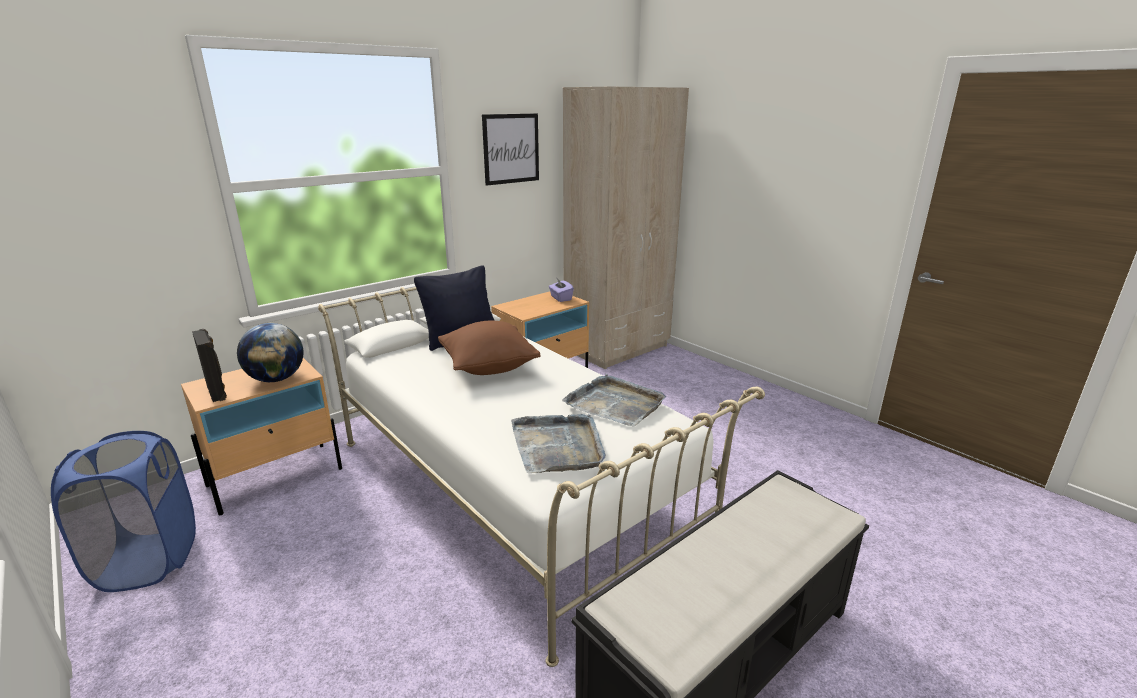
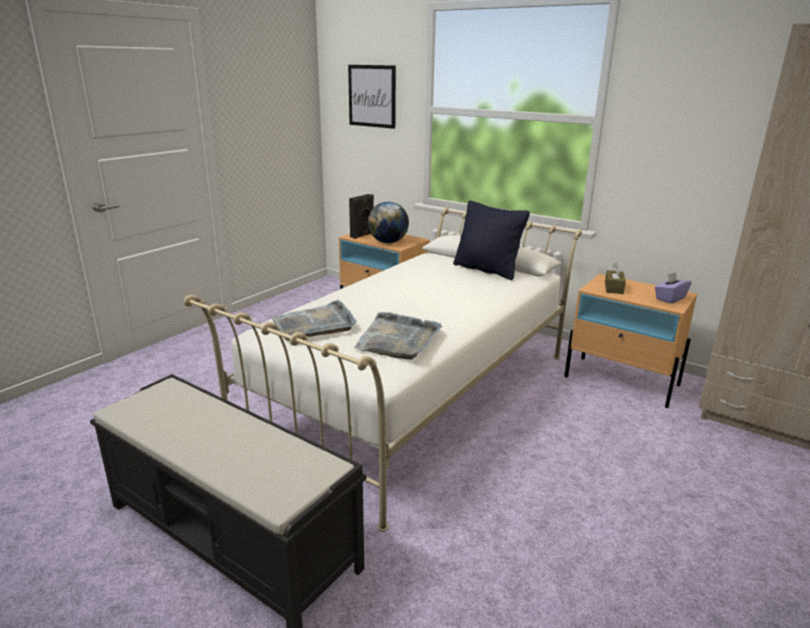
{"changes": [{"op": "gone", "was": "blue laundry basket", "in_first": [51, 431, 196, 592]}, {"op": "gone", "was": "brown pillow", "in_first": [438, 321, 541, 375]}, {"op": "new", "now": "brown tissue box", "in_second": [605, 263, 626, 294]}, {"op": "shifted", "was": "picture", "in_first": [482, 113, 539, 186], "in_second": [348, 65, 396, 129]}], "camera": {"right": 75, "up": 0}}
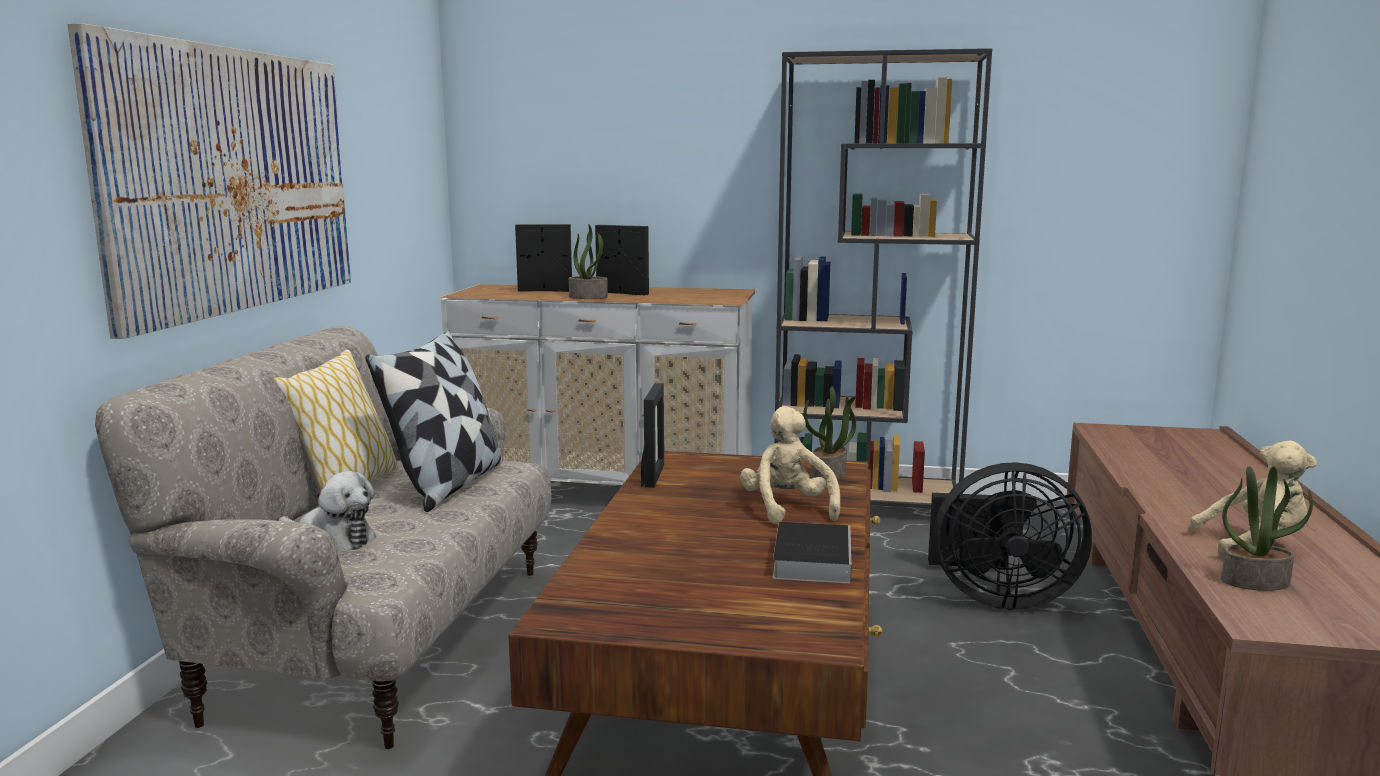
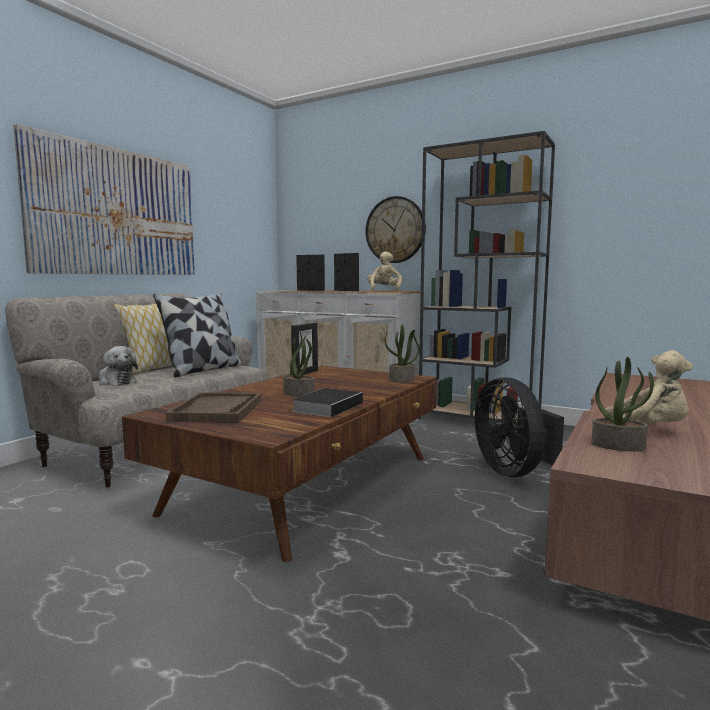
{"changes": [{"op": "new", "now": "brown tray", "in_second": [166, 392, 261, 423]}, {"op": "new", "now": "wall clock", "in_second": [366, 196, 426, 263]}, {"op": "shifted", "was": "potted plant", "in_first": [569, 224, 608, 299], "in_second": [283, 332, 314, 397]}, {"op": "shifted", "was": "beige plush toy", "in_first": [740, 406, 840, 524], "in_second": [367, 251, 402, 292]}, {"op": "rotated", "was": "black fan", "in_first": [928, 462, 1092, 610], "in_second": [475, 377, 564, 477], "clockwise": 45}], "camera": {"right": 20, "up": -5}}
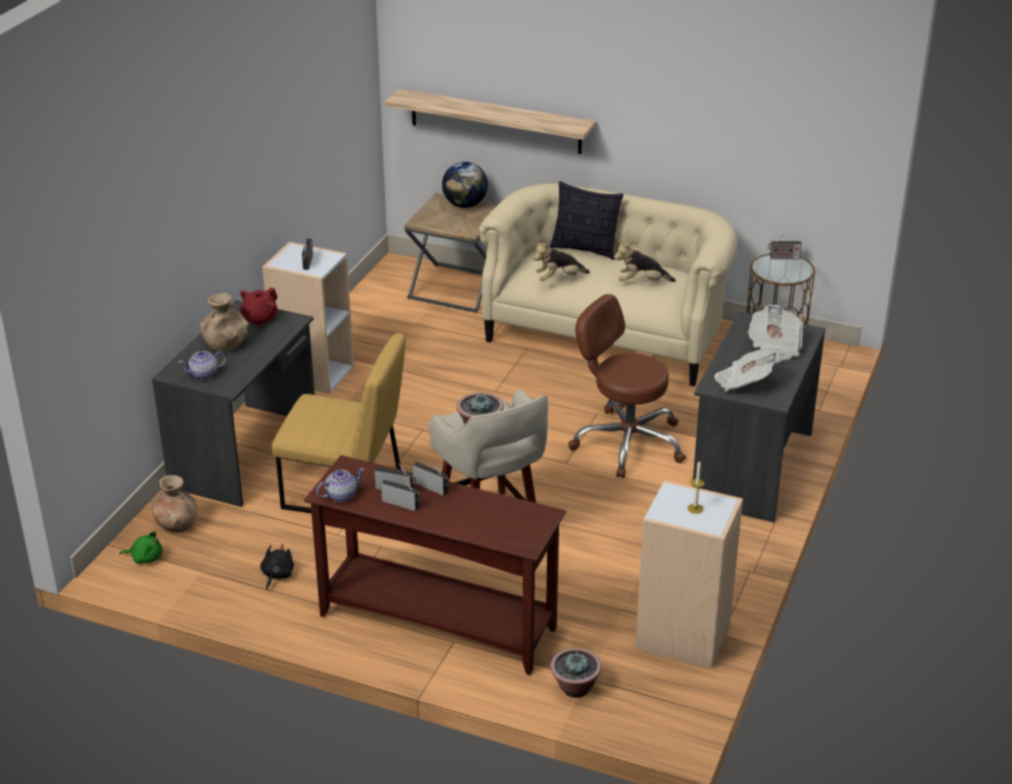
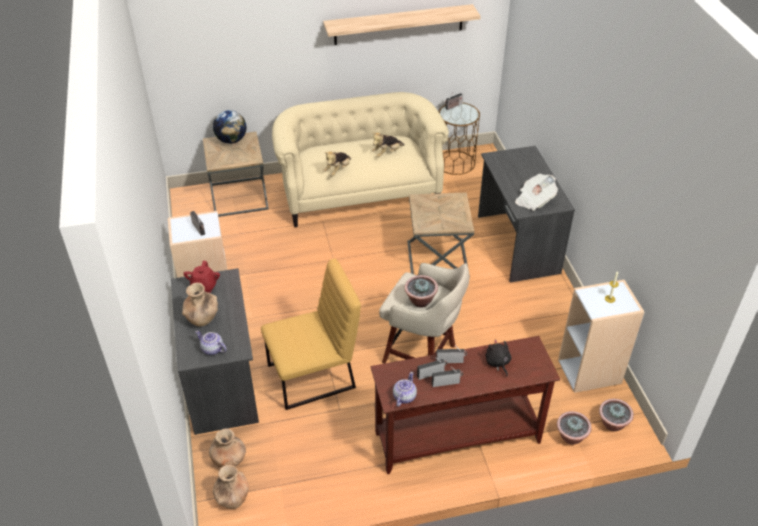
{"changes": [{"op": "gone", "was": "pillow", "in_first": [550, 181, 623, 260]}, {"op": "gone", "was": "newspaper", "in_first": [747, 305, 803, 364]}, {"op": "new", "now": "potted plant", "in_second": [599, 399, 634, 431]}, {"op": "shifted", "was": "black plush toy", "in_first": [260, 544, 294, 590], "in_second": [486, 339, 511, 377]}, {"op": "shifted", "was": "shelf", "in_first": [385, 89, 596, 154], "in_second": [323, 4, 481, 45]}, {"op": "swapped", "was": "green plush toy", "now": "brown vase", "in_first": [119, 531, 163, 564], "in_second": [213, 465, 249, 509]}, {"op": "swapped", "was": "brown office chair", "now": "brown side table", "in_first": [568, 294, 686, 478], "in_second": [407, 193, 474, 278]}, {"op": "rotated", "was": "teapot", "in_first": [178, 350, 226, 380], "in_second": [195, 331, 227, 355], "clockwise": 90}], "camera": {"right": -35, "up": 10}}
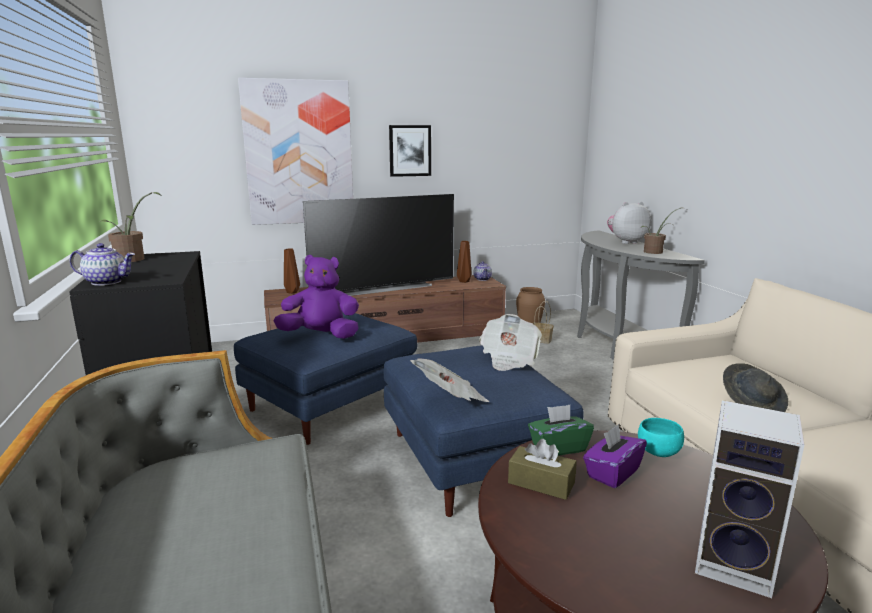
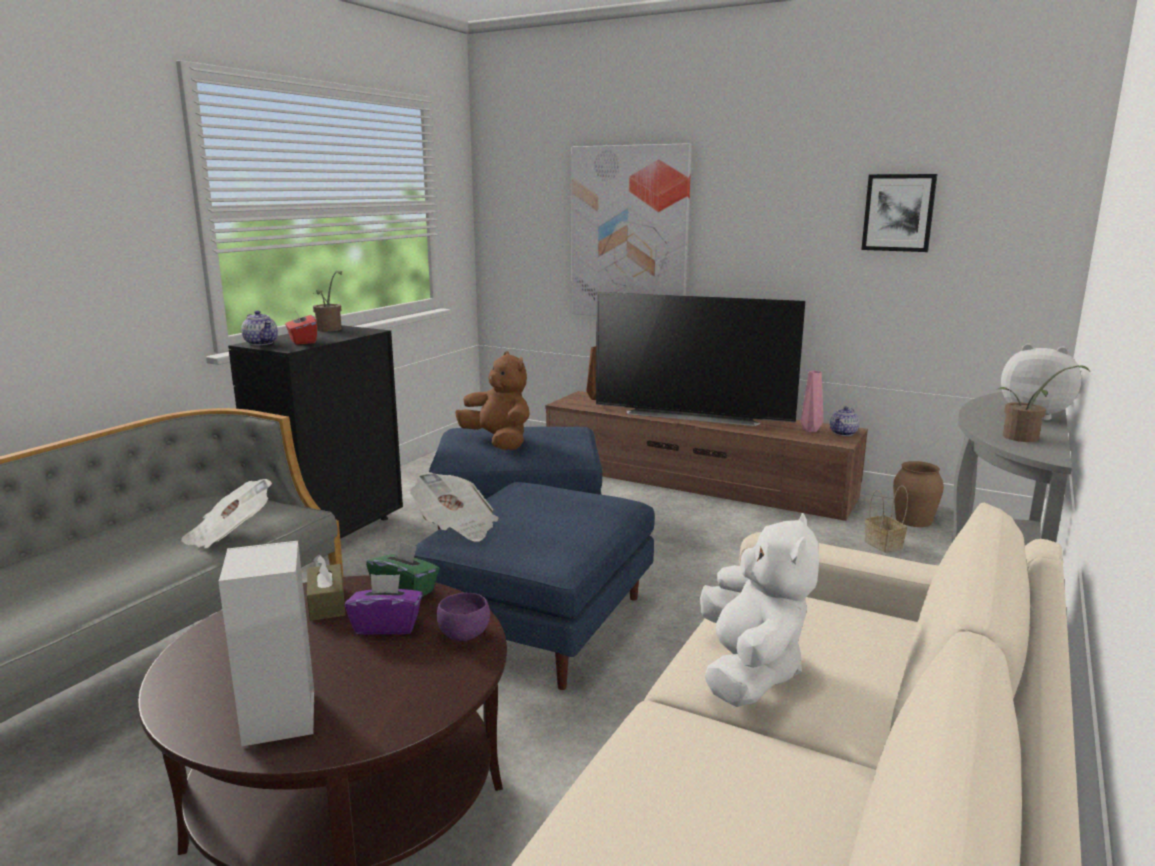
{"changes": [{"op": "new", "now": "red tissue box", "in_second": [285, 308, 317, 344]}, {"op": "shifted", "was": "picture", "in_first": [389, 125, 431, 177], "in_second": [861, 174, 937, 252]}, {"op": "shifted", "was": "newspaper", "in_first": [479, 314, 542, 371], "in_second": [181, 479, 272, 549]}, {"op": "swapped", "was": "grey hat", "now": "white plush toy", "in_first": [723, 363, 788, 412], "in_second": [700, 513, 819, 707]}, {"op": "repainted", "was": "purple plush toy", "now": "brown plush toy", "in_first": [273, 255, 359, 339], "in_second": [455, 351, 530, 450]}, {"op": "repainted", "was": "brown vase", "now": "pink vase", "in_first": [457, 241, 471, 283], "in_second": [801, 371, 823, 432]}, {"op": "repainted", "was": "turquoise bowl", "now": "purple bowl", "in_first": [638, 418, 684, 457], "in_second": [437, 593, 490, 641]}], "camera": {"right": 45, "up": 0}}
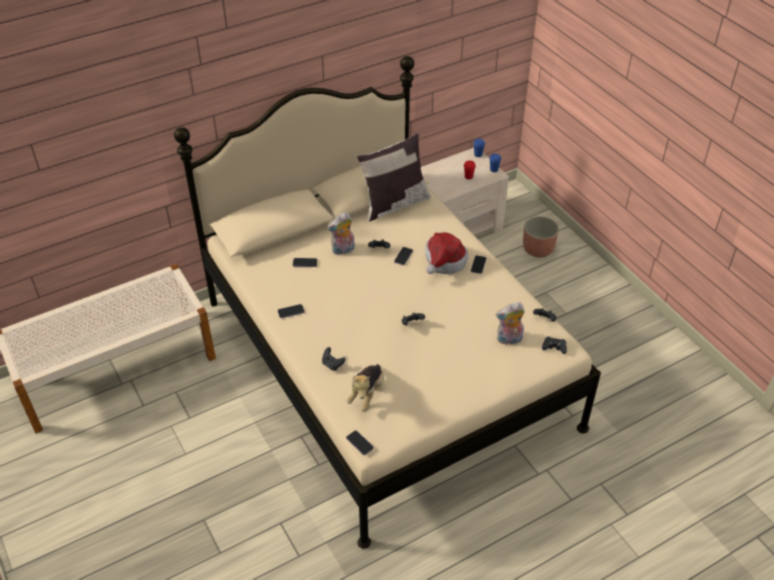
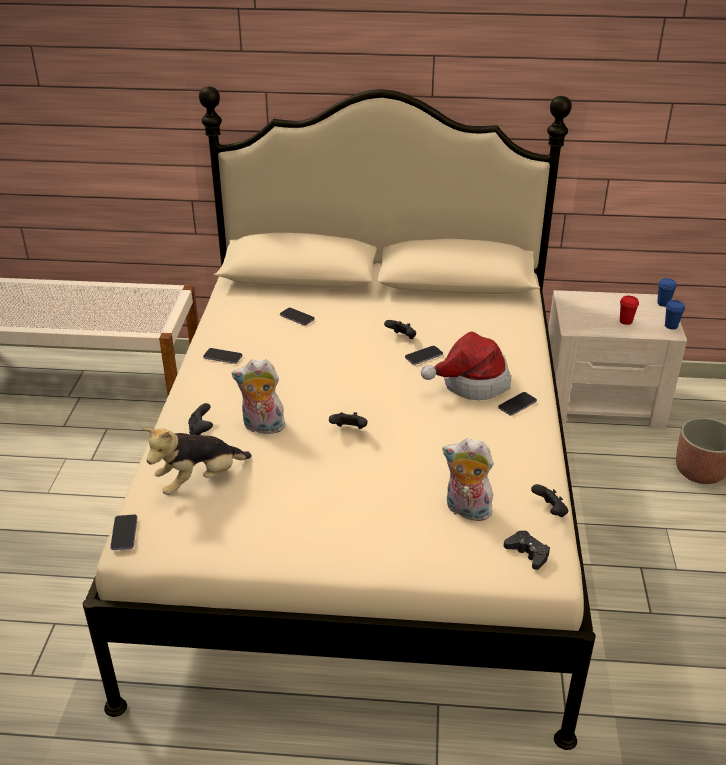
{"changes": [{"op": "gone", "was": "pillow", "in_first": [357, 133, 431, 221]}, {"op": "shifted", "was": "plush toy", "in_first": [327, 212, 355, 255], "in_second": [232, 359, 285, 434]}], "camera": {"right": 35, "up": -10}}
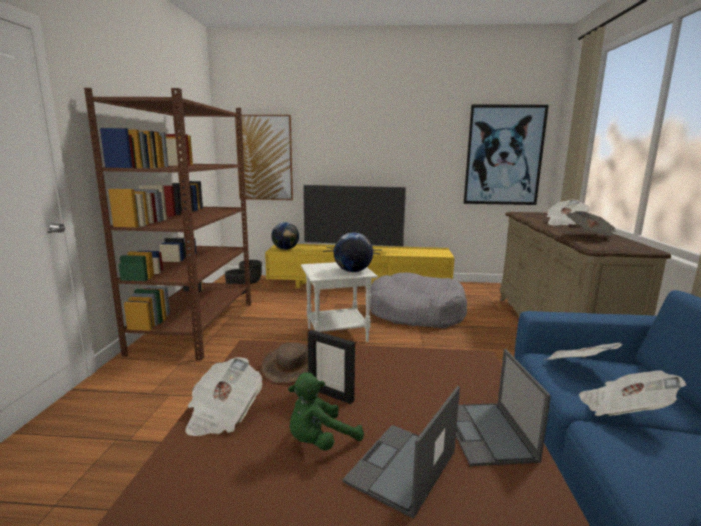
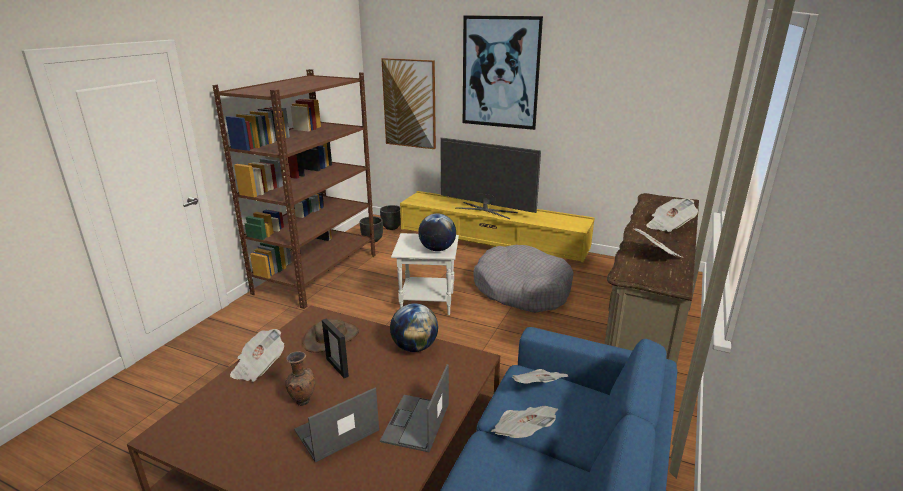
{"changes": [{"op": "shifted", "was": "globe", "in_first": [271, 222, 299, 250], "in_second": [390, 303, 438, 352]}, {"op": "shifted", "was": "picture", "in_first": [464, 104, 549, 205], "in_second": [463, 15, 543, 130]}, {"op": "swapped", "was": "green plush toy", "now": "brown vase", "in_first": [288, 373, 364, 451], "in_second": [285, 351, 315, 406]}], "camera": {"right": 20, "up": 10}}
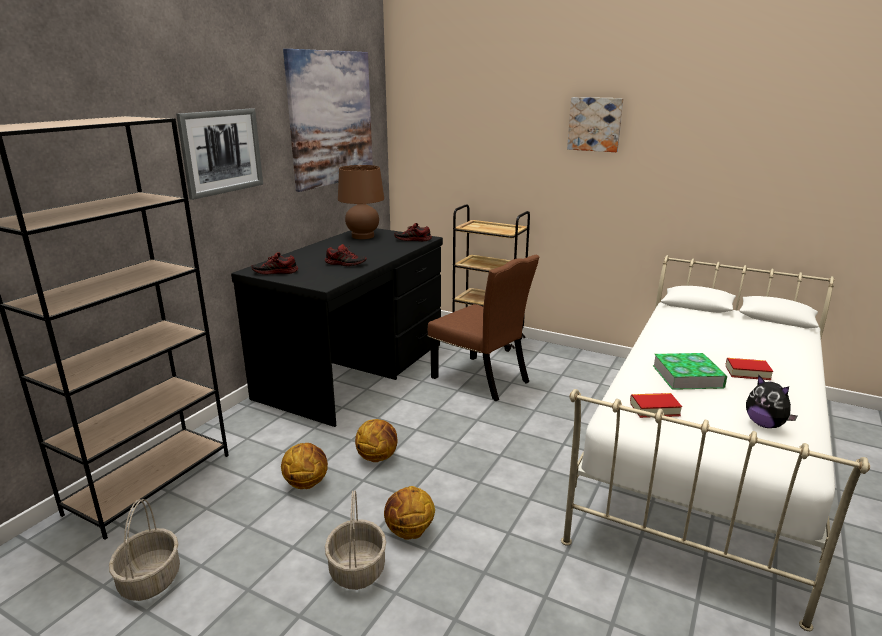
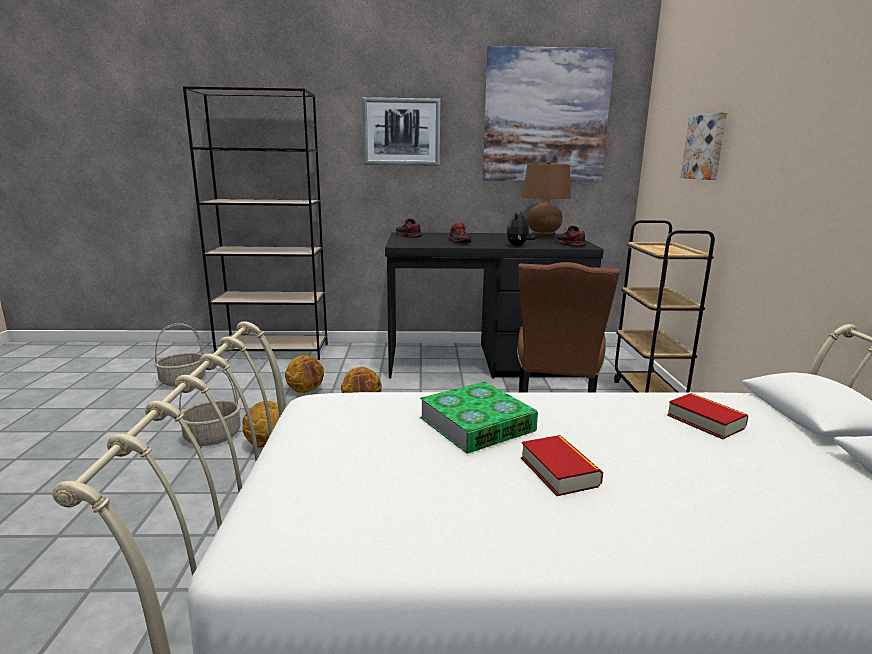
{"changes": [{"op": "shifted", "was": "picture", "in_first": [567, 97, 624, 152], "in_second": [680, 112, 727, 180]}, {"op": "shifted", "was": "book", "in_first": [630, 393, 682, 418], "in_second": [667, 393, 748, 439]}, {"op": "shifted", "was": "plush toy", "in_first": [746, 375, 797, 428], "in_second": [506, 212, 537, 246]}], "camera": {"right": 60, "up": -5}}
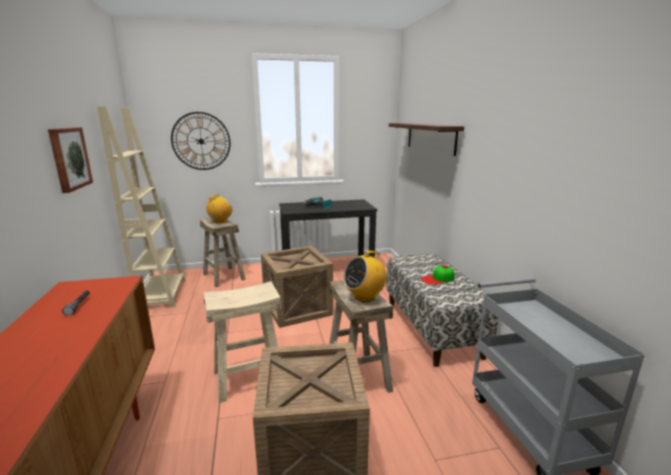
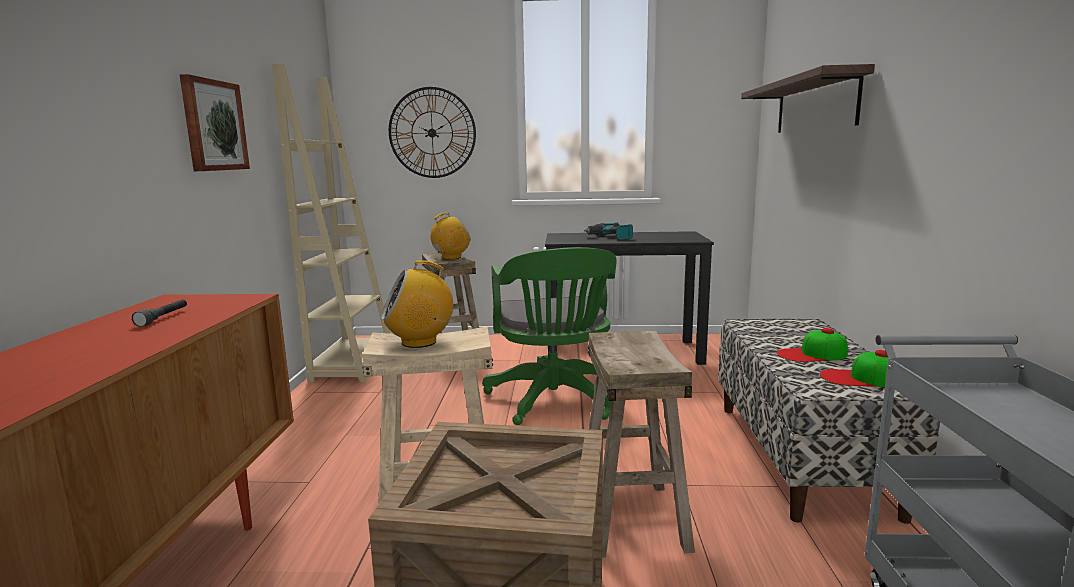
{"changes": [{"op": "new", "now": "cap", "in_second": [820, 350, 888, 387]}, {"op": "shifted", "was": "radio", "in_first": [344, 251, 387, 302], "in_second": [381, 260, 453, 348]}, {"op": "swapped", "was": "crate", "now": "green office chair", "in_first": [261, 246, 333, 328], "in_second": [482, 247, 616, 425]}], "camera": {"right": 15, "up": -5}}
